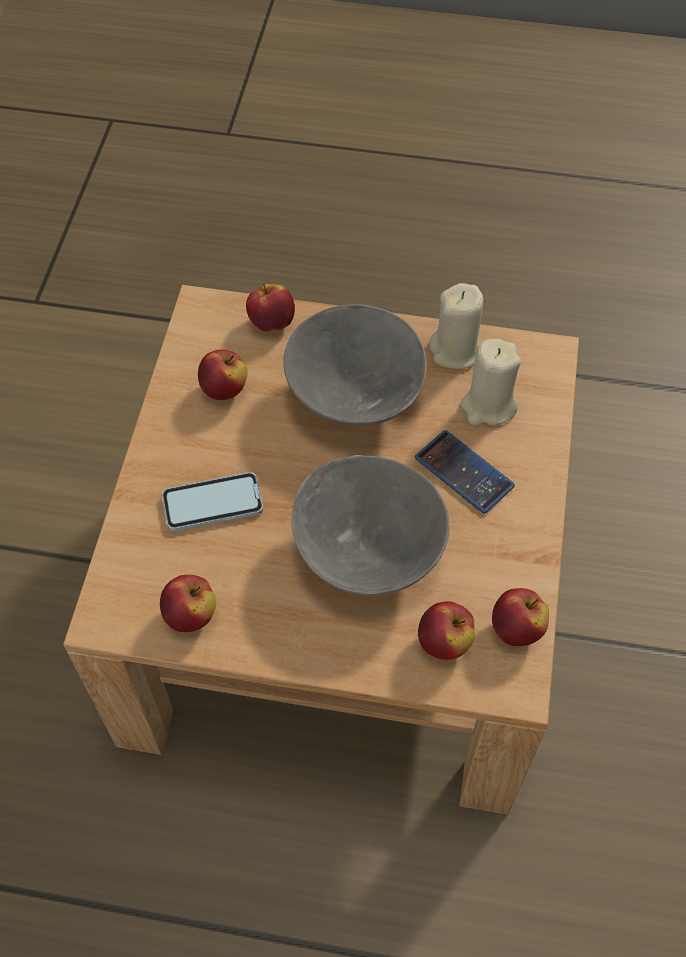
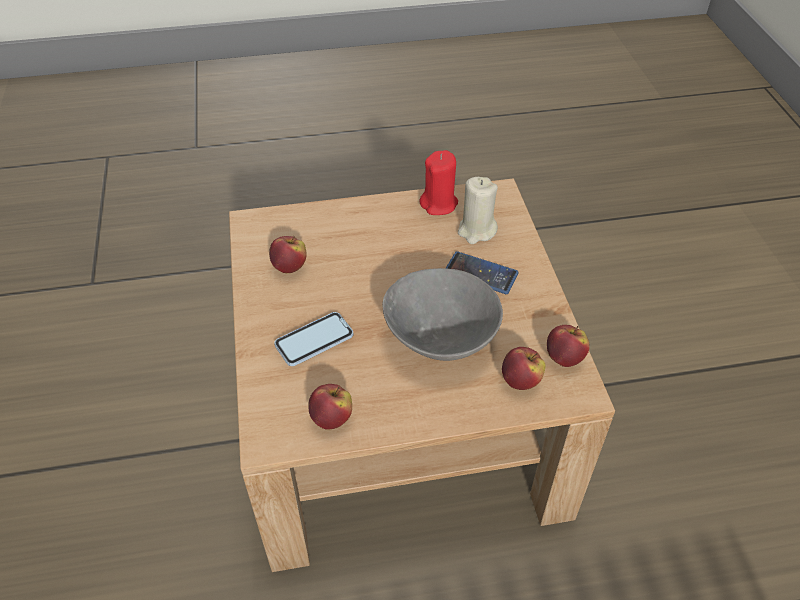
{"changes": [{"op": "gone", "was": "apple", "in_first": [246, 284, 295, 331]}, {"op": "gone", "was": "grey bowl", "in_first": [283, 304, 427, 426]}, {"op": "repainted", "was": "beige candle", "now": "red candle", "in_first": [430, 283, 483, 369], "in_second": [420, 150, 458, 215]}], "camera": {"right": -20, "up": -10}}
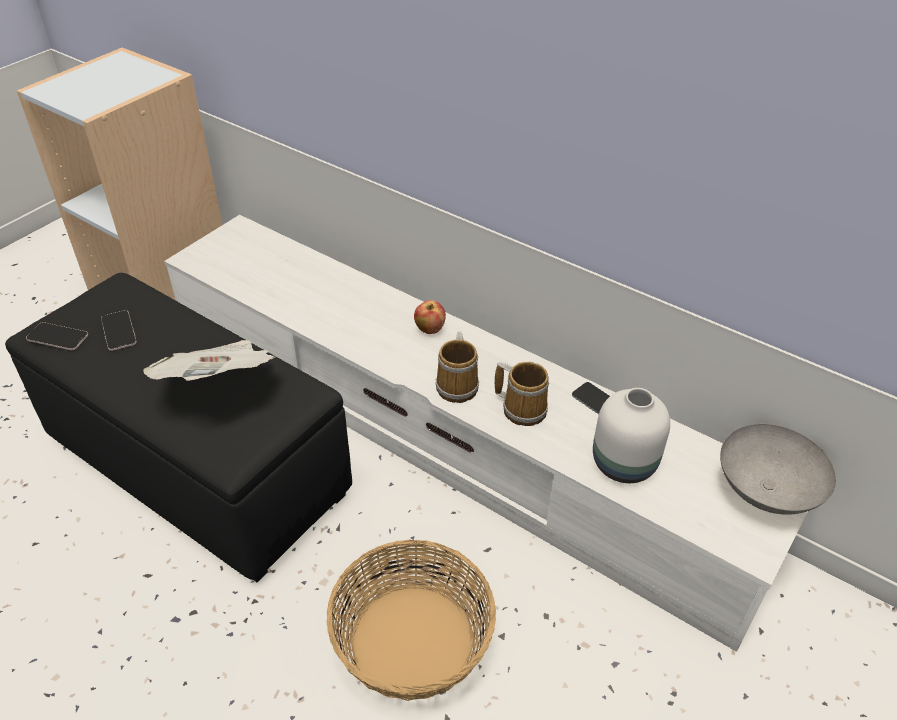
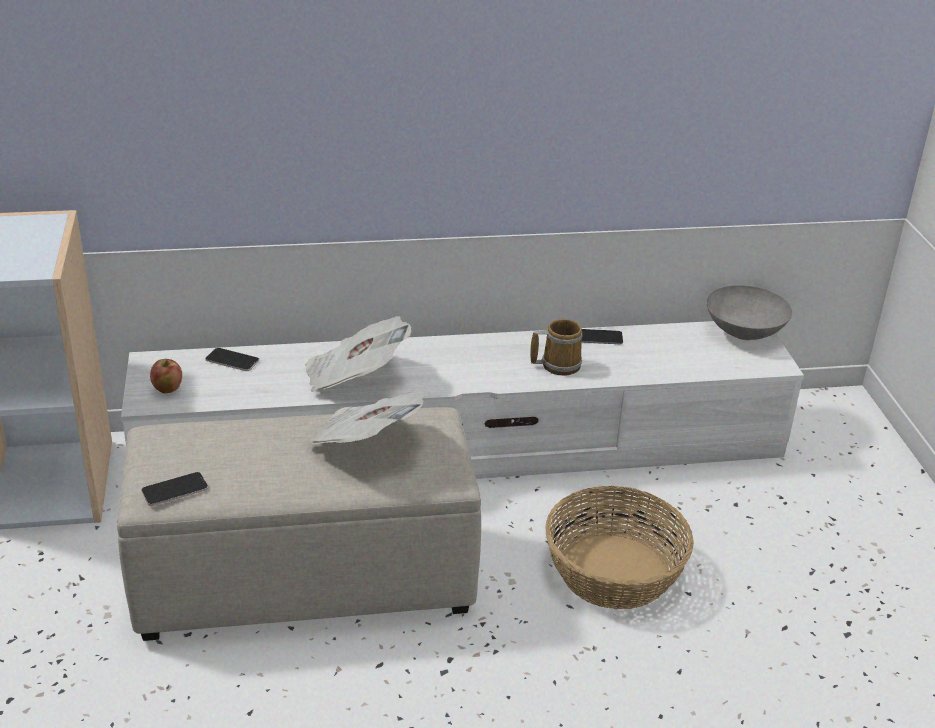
{"changes": [{"op": "gone", "was": "mug", "in_first": [435, 332, 479, 403]}, {"op": "gone", "was": "white vase", "in_first": [593, 388, 670, 483]}, {"op": "new", "now": "newspaper", "in_second": [305, 316, 411, 392]}, {"op": "shifted", "was": "phone", "in_first": [101, 310, 137, 351], "in_second": [205, 348, 259, 371]}, {"op": "shifted", "was": "apple", "in_first": [414, 300, 446, 334], "in_second": [150, 359, 182, 393]}, {"op": "repainted", "was": "black ottoman", "now": "beige ottoman", "in_first": [5, 273, 352, 582], "in_second": [117, 407, 481, 641]}], "camera": {"right": -45, "up": -10}}
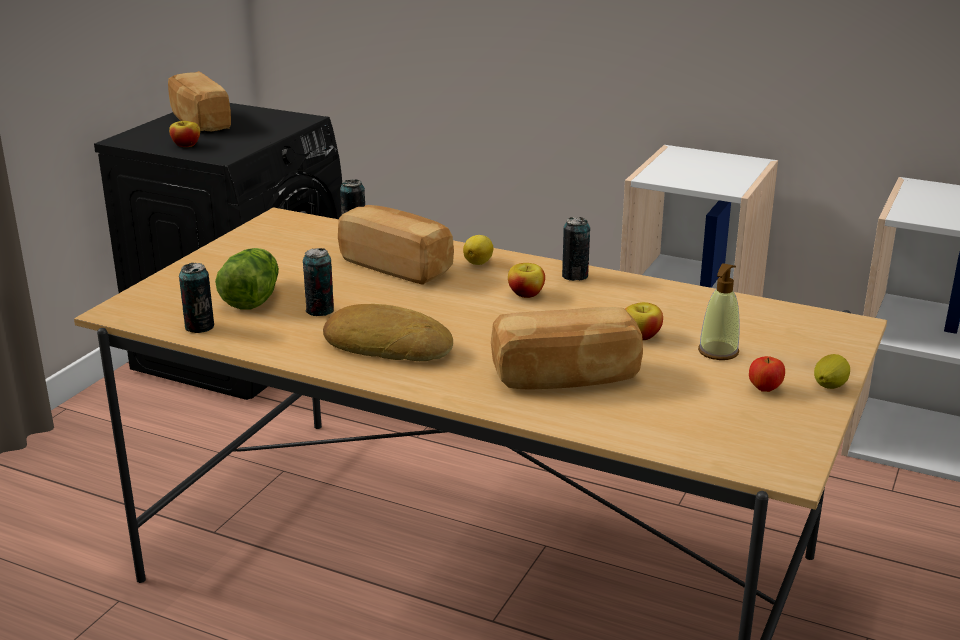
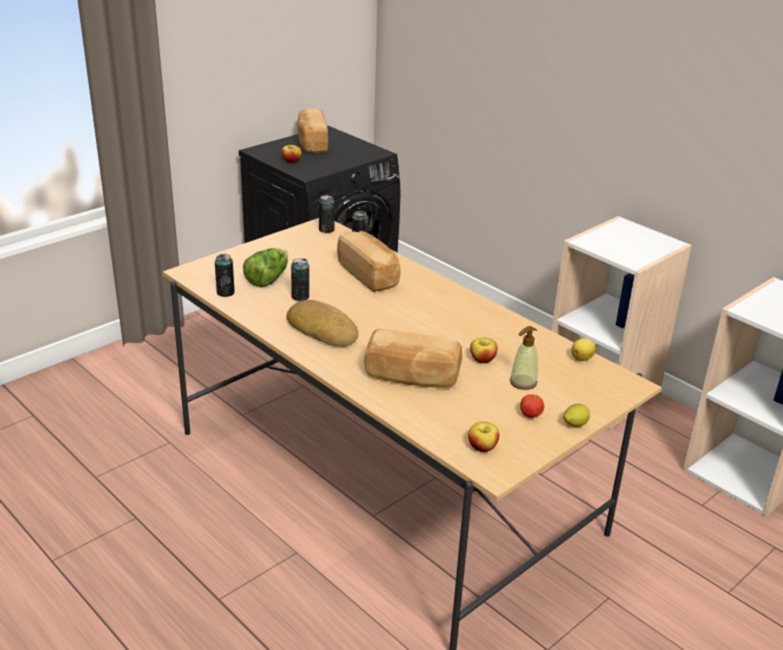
{"changes": [{"op": "shifted", "was": "lemon", "in_first": [463, 235, 494, 265], "in_second": [572, 338, 596, 361]}, {"op": "shifted", "was": "apple", "in_first": [508, 263, 545, 298], "in_second": [468, 421, 499, 452]}, {"op": "shifted", "was": "can", "in_first": [562, 217, 590, 281], "in_second": [319, 195, 335, 233]}], "camera": {"right": 20, "up": 5}}
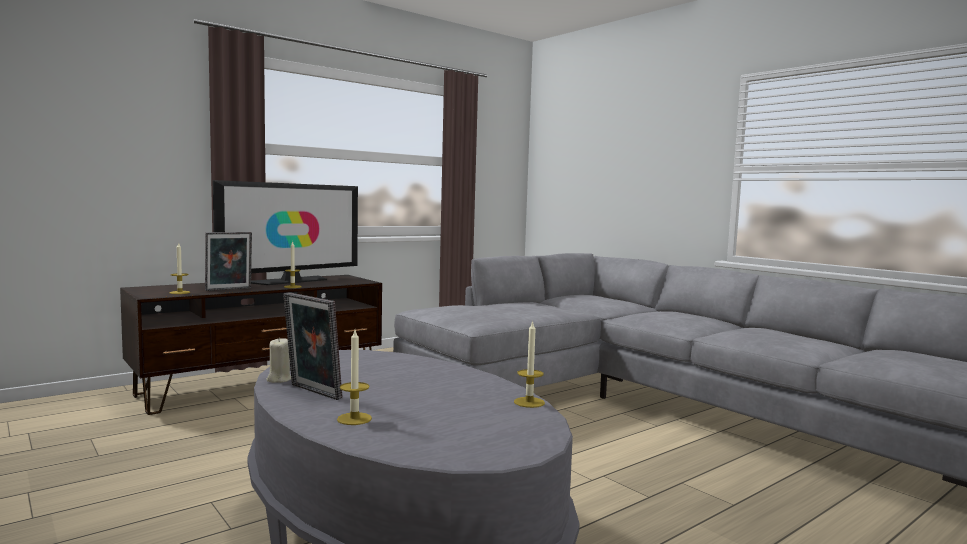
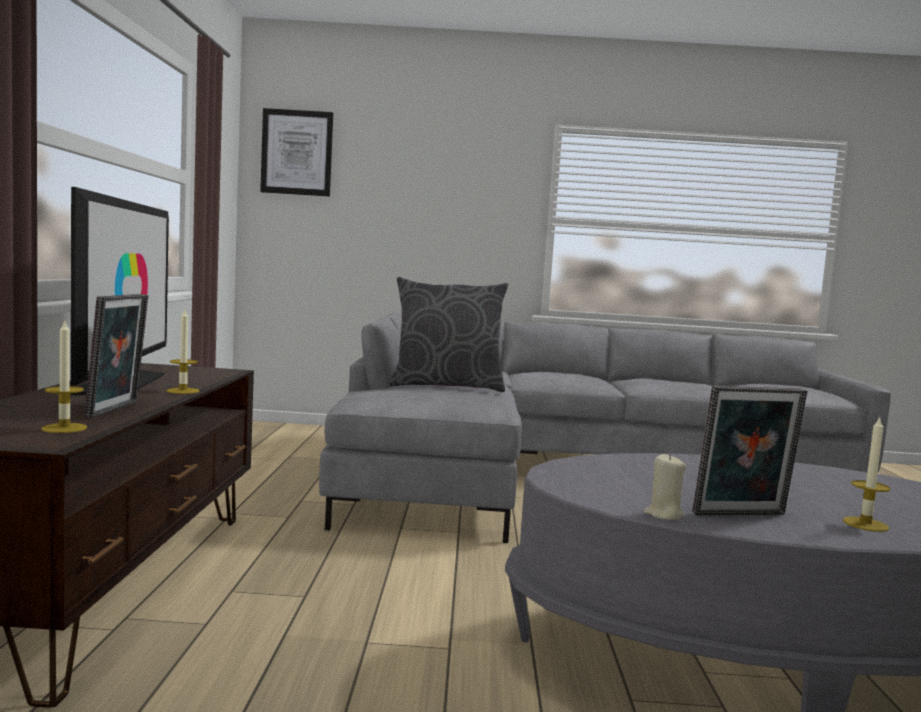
{"changes": [{"op": "gone", "was": "candle", "in_first": [514, 320, 545, 408]}, {"op": "new", "now": "picture", "in_second": [260, 108, 333, 197]}, {"op": "new", "now": "grey pillow", "in_second": [390, 277, 508, 392]}], "camera": {"right": -50, "up": 0}}
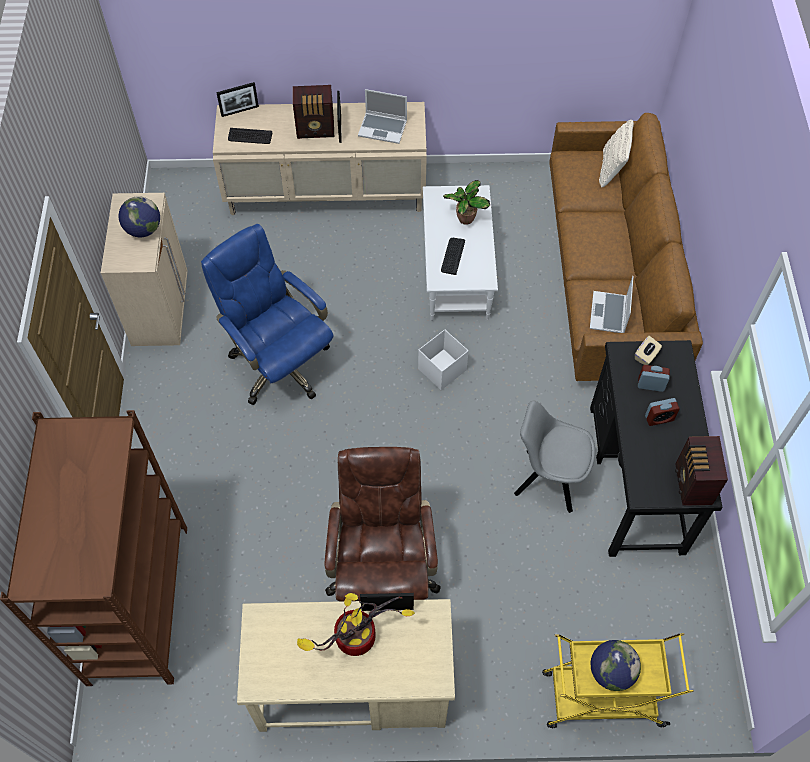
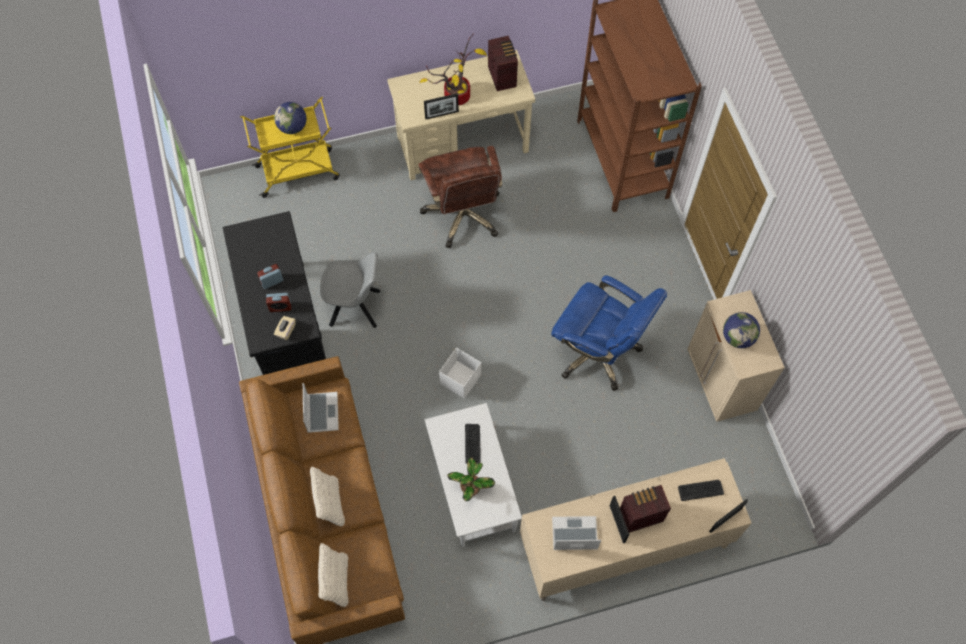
{"changes": [{"op": "new", "now": "beige pillow", "in_second": [310, 467, 345, 526]}, {"op": "shifted", "was": "radio", "in_first": [675, 436, 728, 506], "in_second": [488, 36, 518, 91]}], "camera": {"right": 165, "up": 5}}
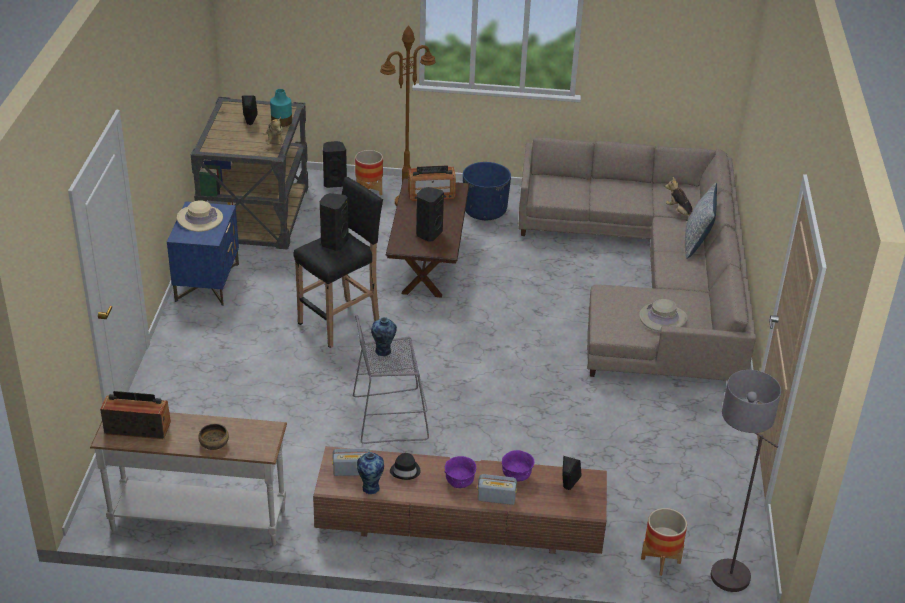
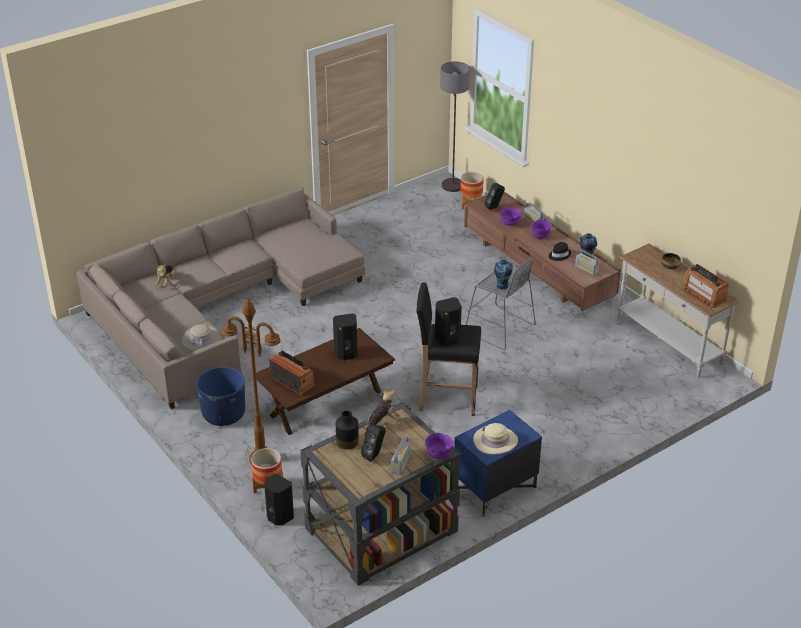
{"changes": [{"op": "gone", "was": "pillow", "in_first": [685, 183, 717, 259]}, {"op": "new", "now": "radio", "in_second": [391, 436, 411, 474]}, {"op": "new", "now": "purple bowl", "in_second": [425, 433, 453, 459]}, {"op": "shifted", "was": "beige hat", "in_first": [639, 299, 688, 331], "in_second": [182, 324, 221, 351]}, {"op": "repainted", "was": "turquoise vase", "now": "black vase", "in_first": [270, 89, 292, 127], "in_second": [336, 411, 359, 449]}], "camera": {"right": -130, "up": 0}}
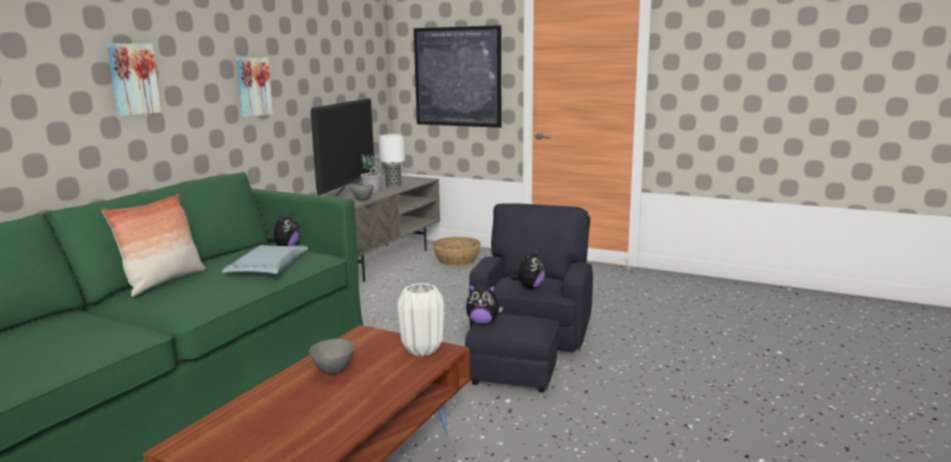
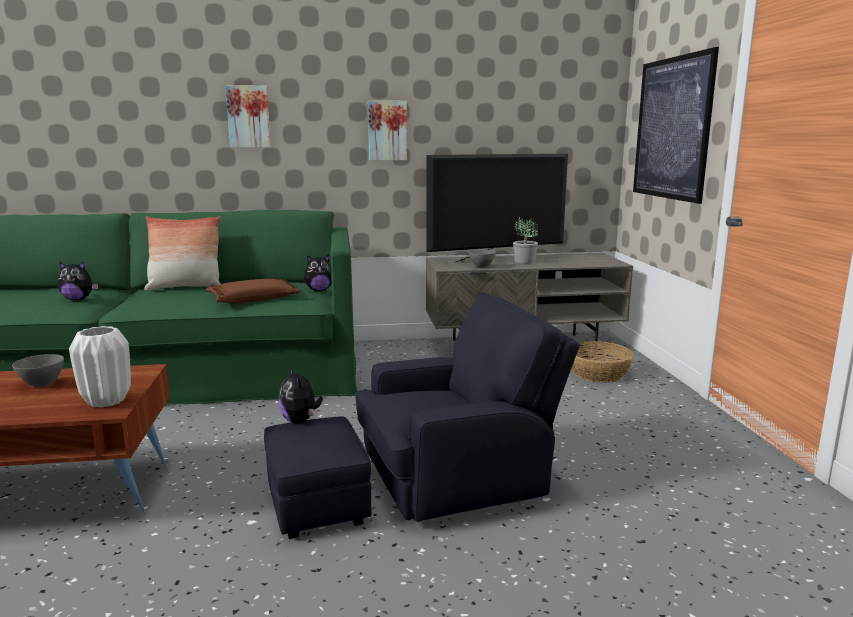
{"changes": [{"op": "gone", "was": "table lamp", "in_first": [379, 134, 405, 188]}, {"op": "shifted", "was": "plush toy", "in_first": [510, 248, 545, 289], "in_second": [58, 262, 98, 300]}, {"op": "repainted", "was": "blue pillow", "now": "brown pillow", "in_first": [222, 245, 308, 274], "in_second": [206, 279, 301, 303]}], "camera": {"right": 55, "up": 0}}
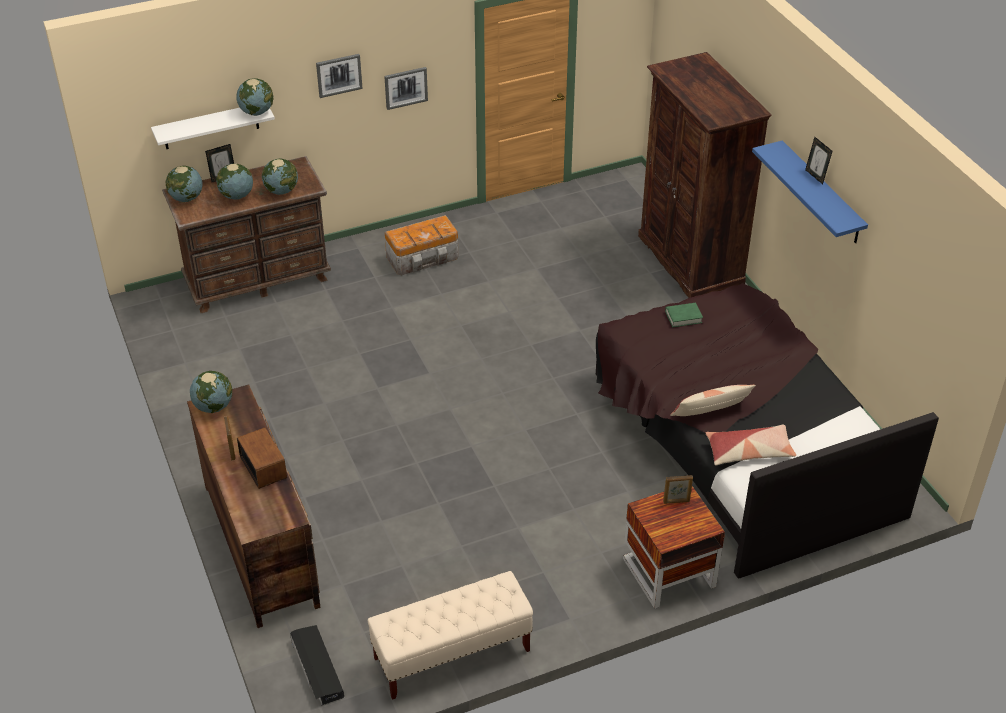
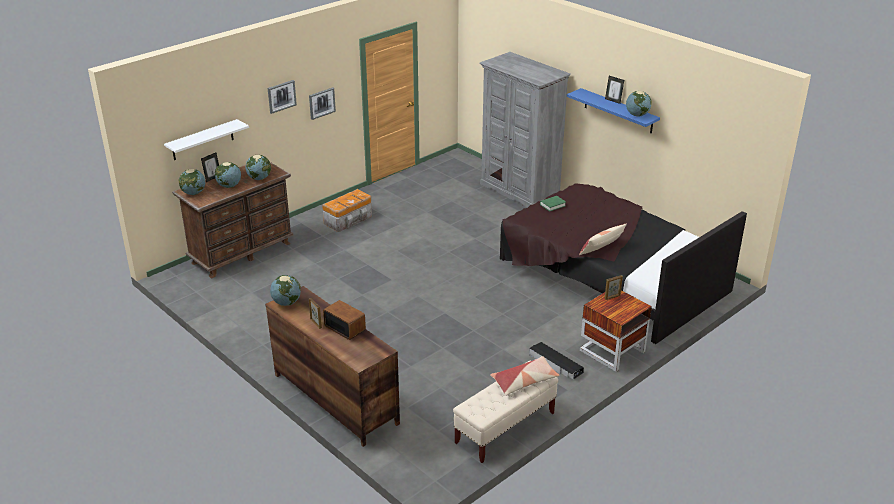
{"changes": [{"op": "shifted", "was": "globe", "in_first": [236, 79, 273, 116], "in_second": [626, 91, 652, 117]}, {"op": "shifted", "was": "black storage box", "in_first": [290, 625, 344, 705], "in_second": [529, 342, 584, 380]}, {"op": "shifted", "was": "pillow", "in_first": [706, 424, 796, 465], "in_second": [490, 356, 560, 396]}, {"op": "repainted", "was": "brown wardrobe", "now": "grey wardrobe", "in_first": [638, 52, 772, 298], "in_second": [479, 52, 571, 208]}], "camera": {"right": -20, "up": -10}}
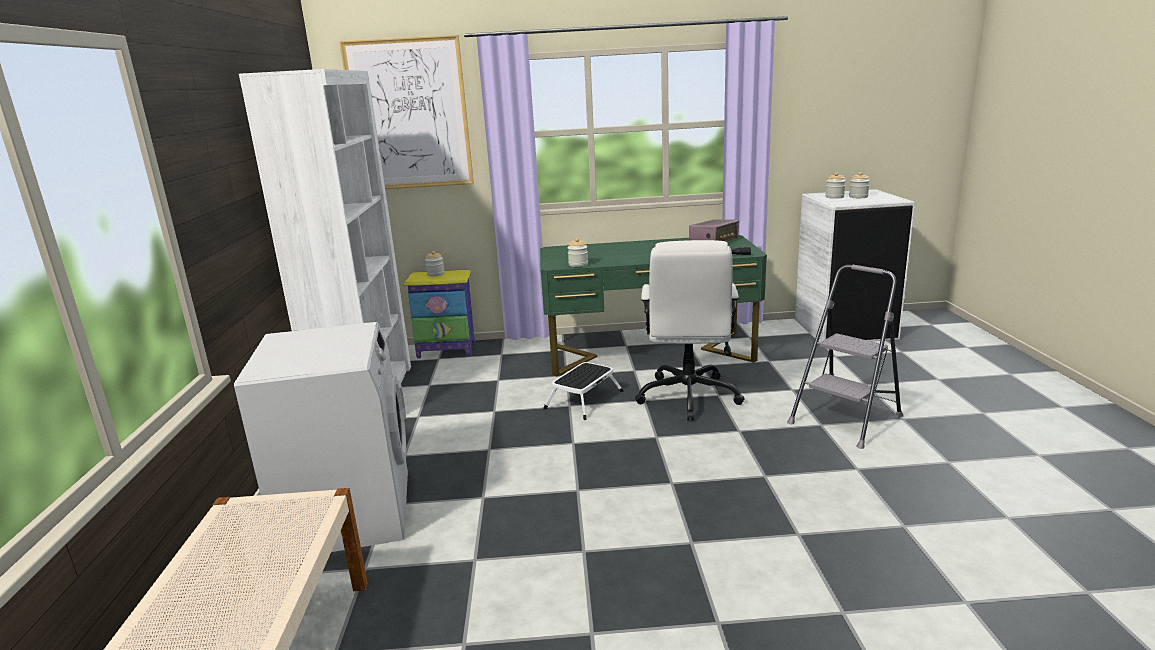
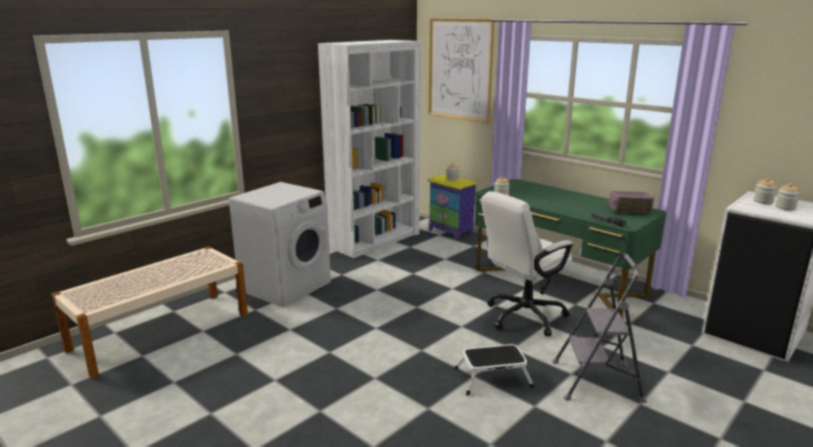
{"changes": [{"op": "shifted", "was": "black step ladder", "in_first": [543, 362, 624, 420], "in_second": [455, 344, 534, 395]}], "camera": {"right": 45, "up": 0}}
